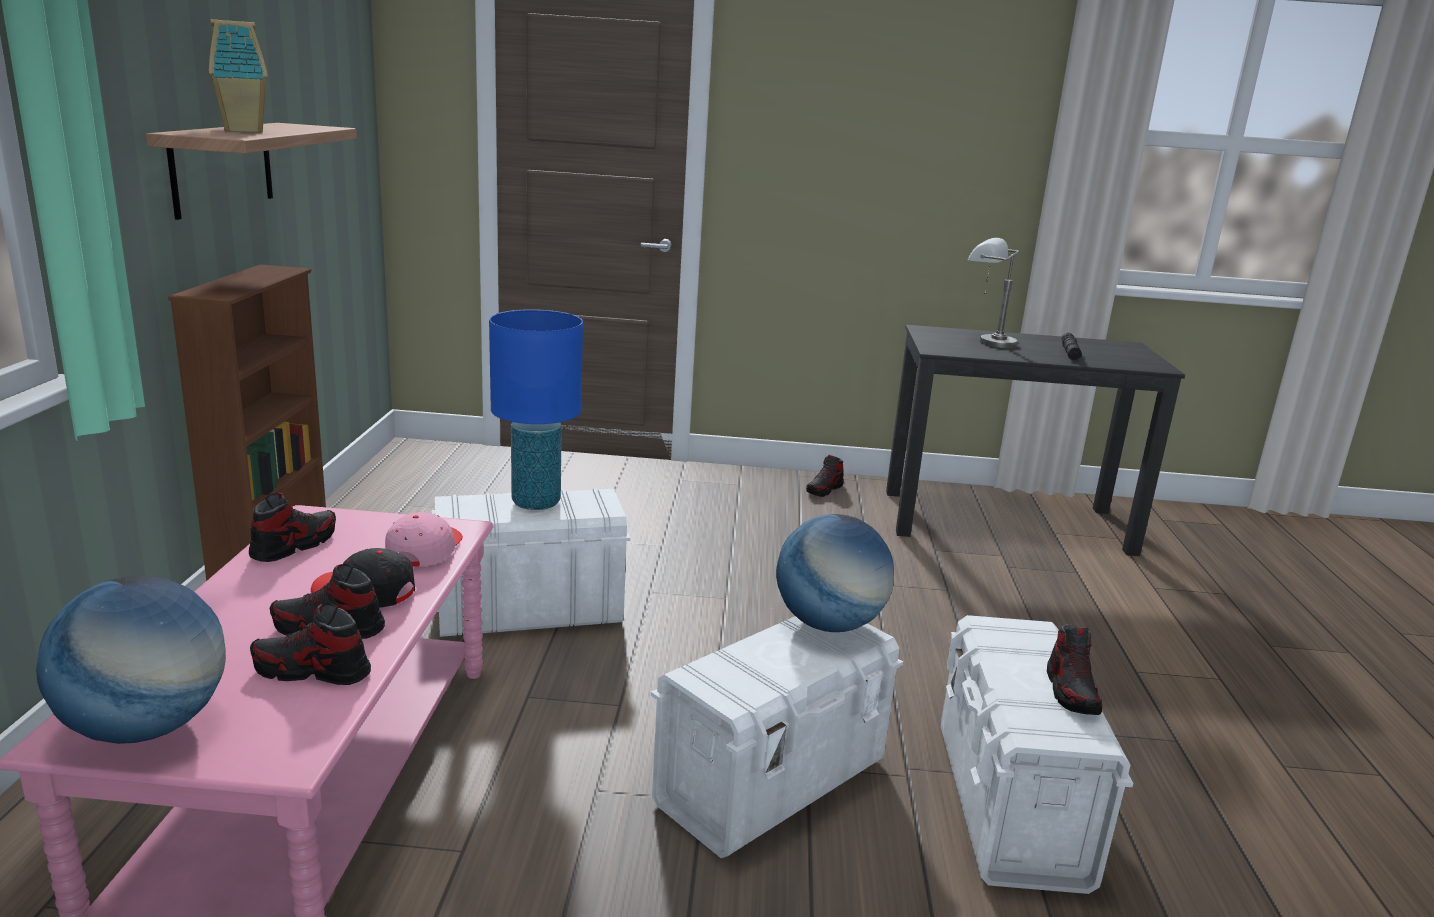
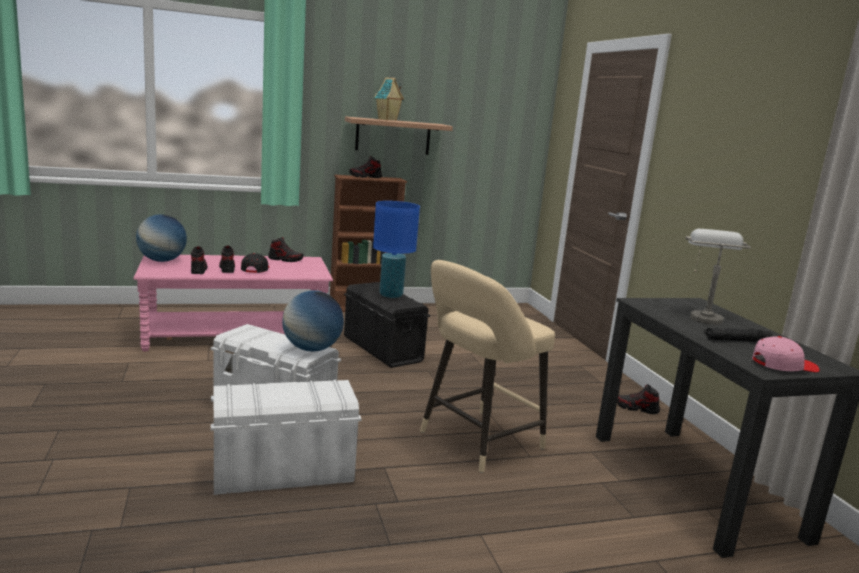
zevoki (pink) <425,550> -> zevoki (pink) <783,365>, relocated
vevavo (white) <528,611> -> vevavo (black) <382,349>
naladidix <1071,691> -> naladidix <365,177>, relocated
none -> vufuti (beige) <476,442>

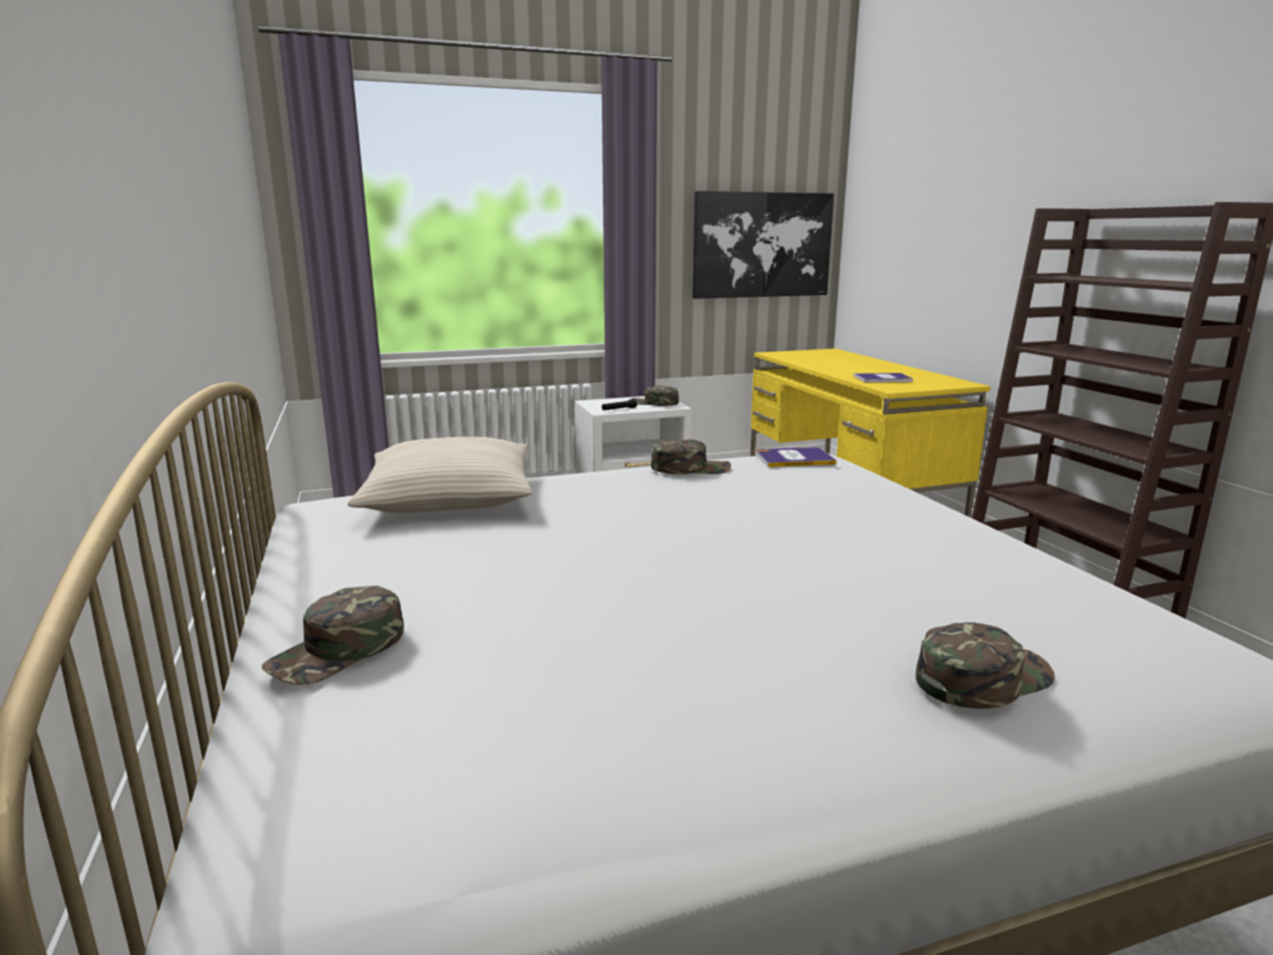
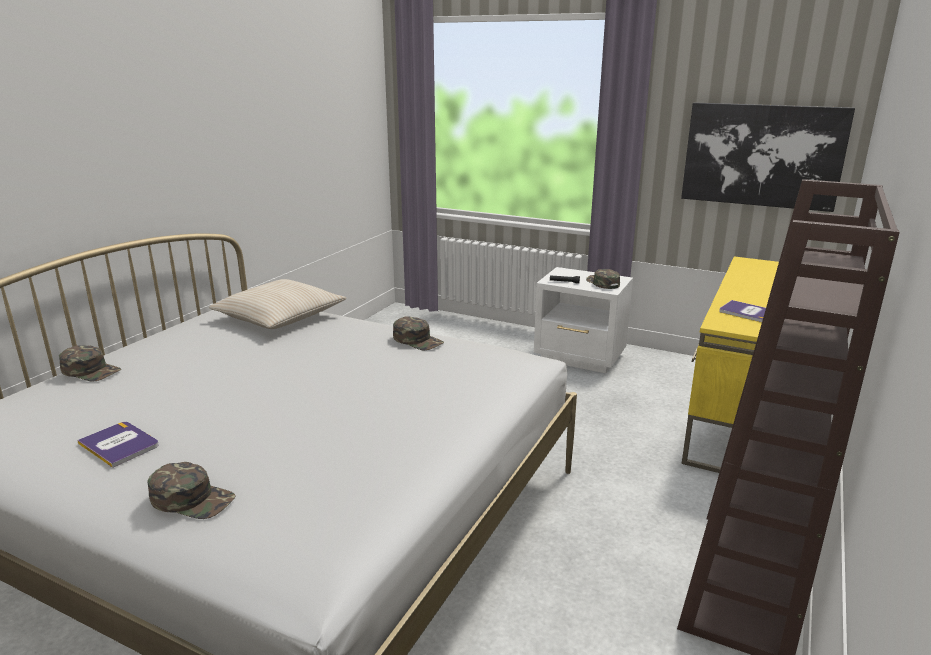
zevoki (green) <338,650> -> zevoki (green) <91,370>, 150 degrees counterclockwise
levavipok <794,459> -> levavipok <119,444>, relocated

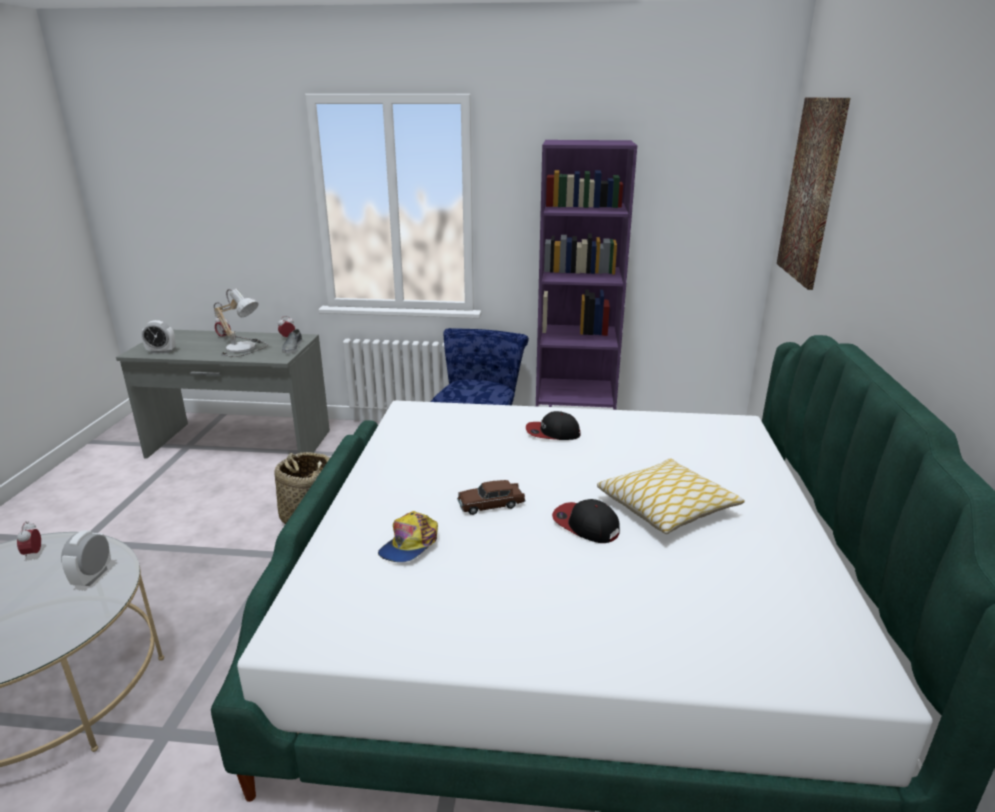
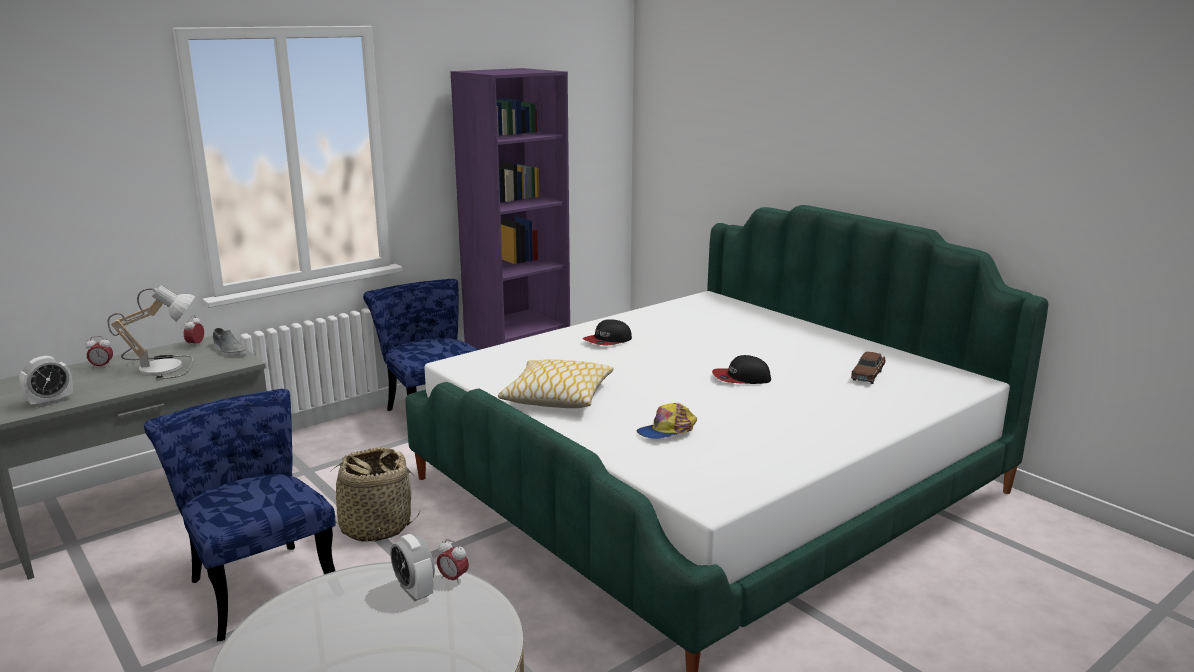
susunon <33,554> -> susunon <453,579>, relocated
zevoki <409,545> -> zevoki <667,431>, 75 degrees clockwise
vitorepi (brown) <491,505> -> vitorepi (brown) <867,375>, relocated
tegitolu <666,507> -> tegitolu <557,397>, relocated
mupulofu <812,191> -> none
none -> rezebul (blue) <259,582>

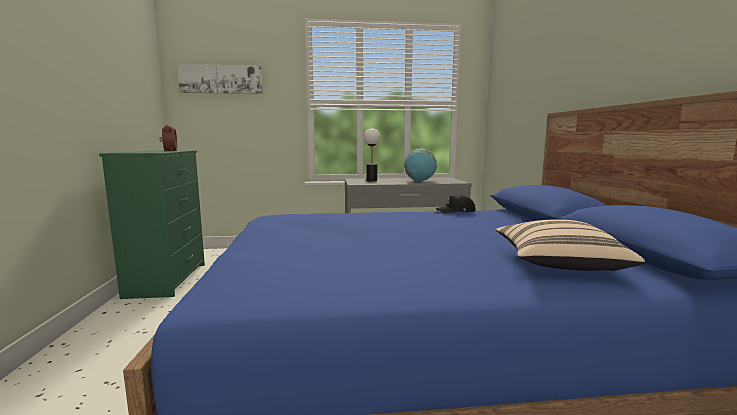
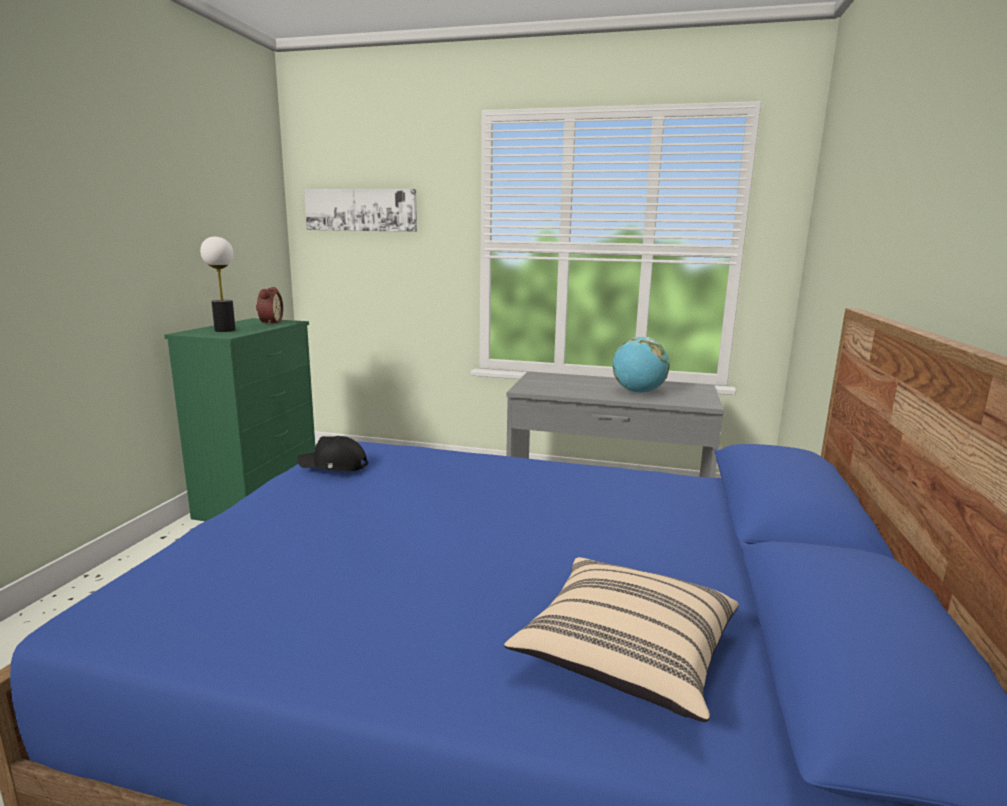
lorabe <371,180> -> lorabe <225,330>, relocated
zevoki (black) <456,211> -> zevoki (black) <333,465>, relocated

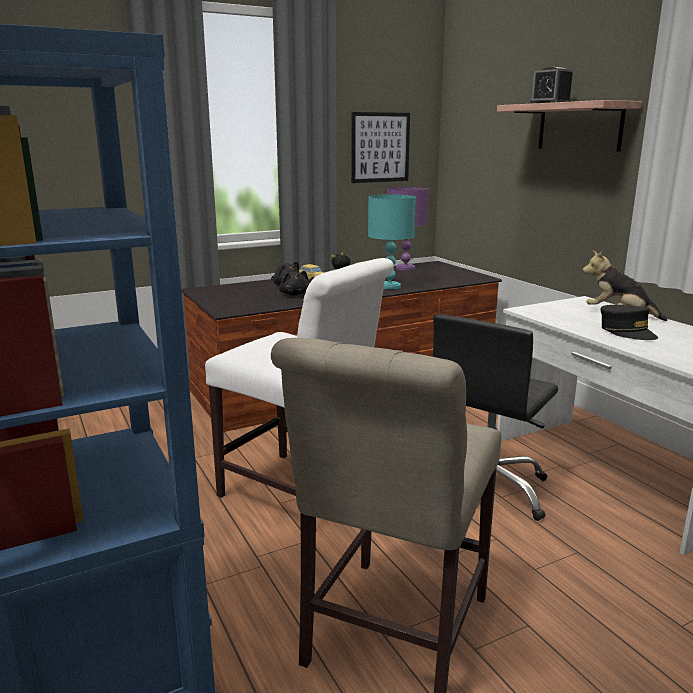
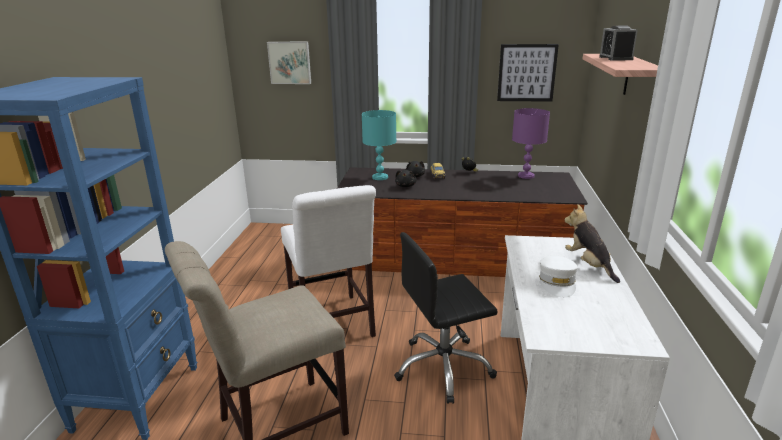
lorabe (turquoise) <389,286> -> lorabe (turquoise) <380,177>, relocated
zevoki (black) <627,332> -> zevoki (white) <557,283>
none -> mupulofu <290,62>

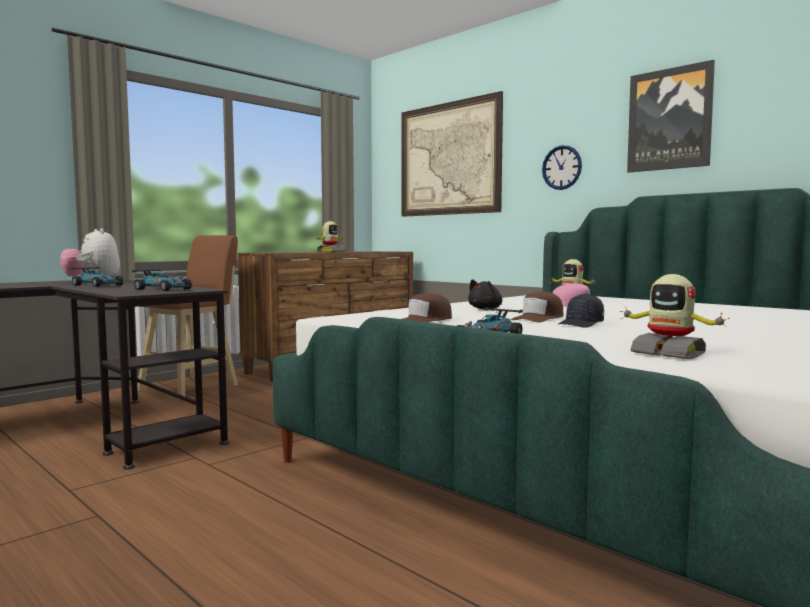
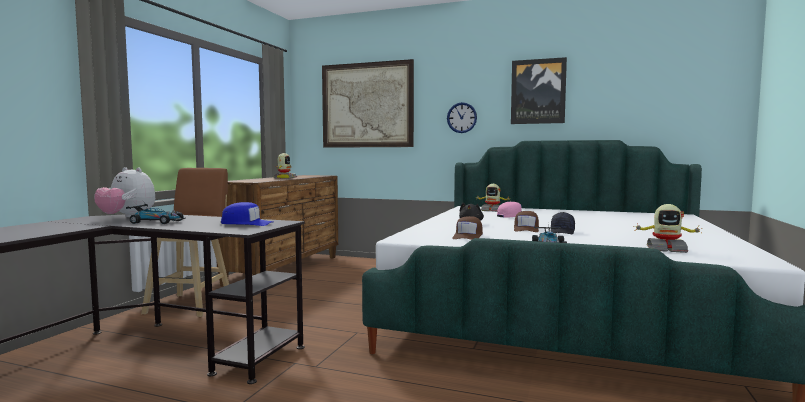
vitorepi <163,289> -> zevoki (blue) <247,223>

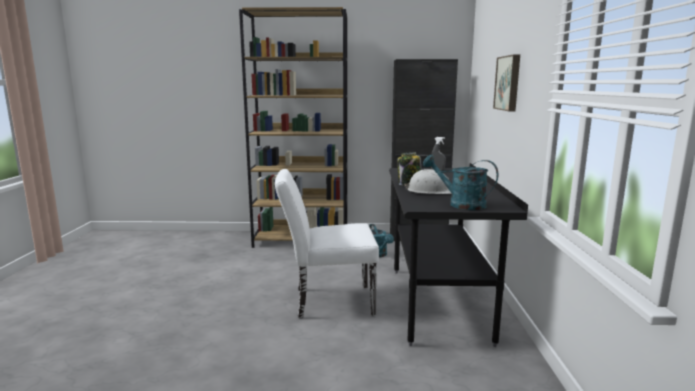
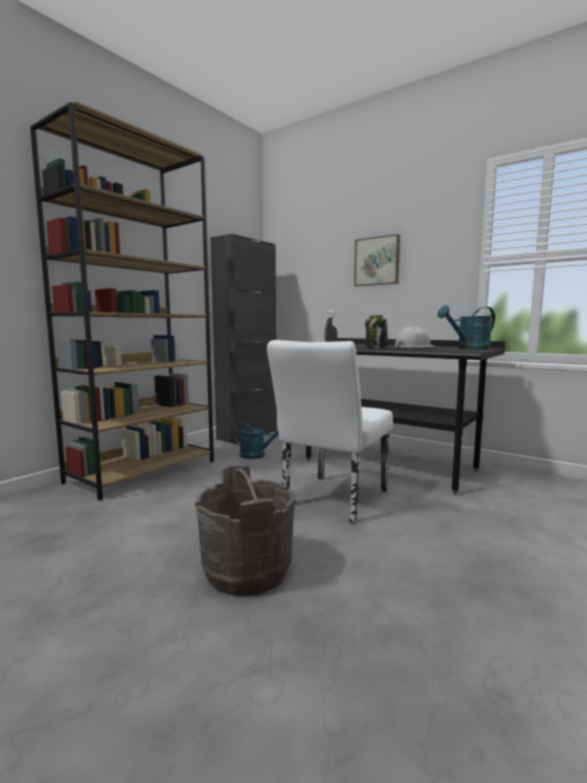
none -> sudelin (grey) <246,571>

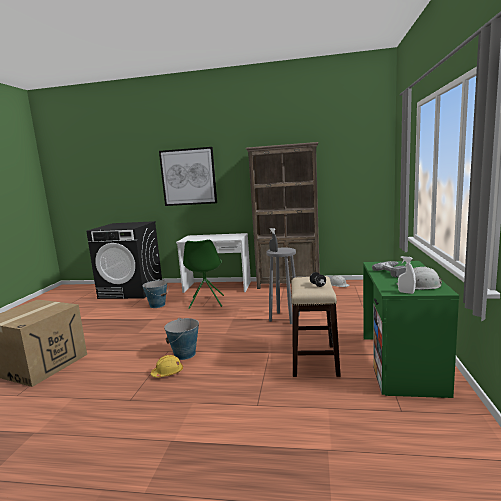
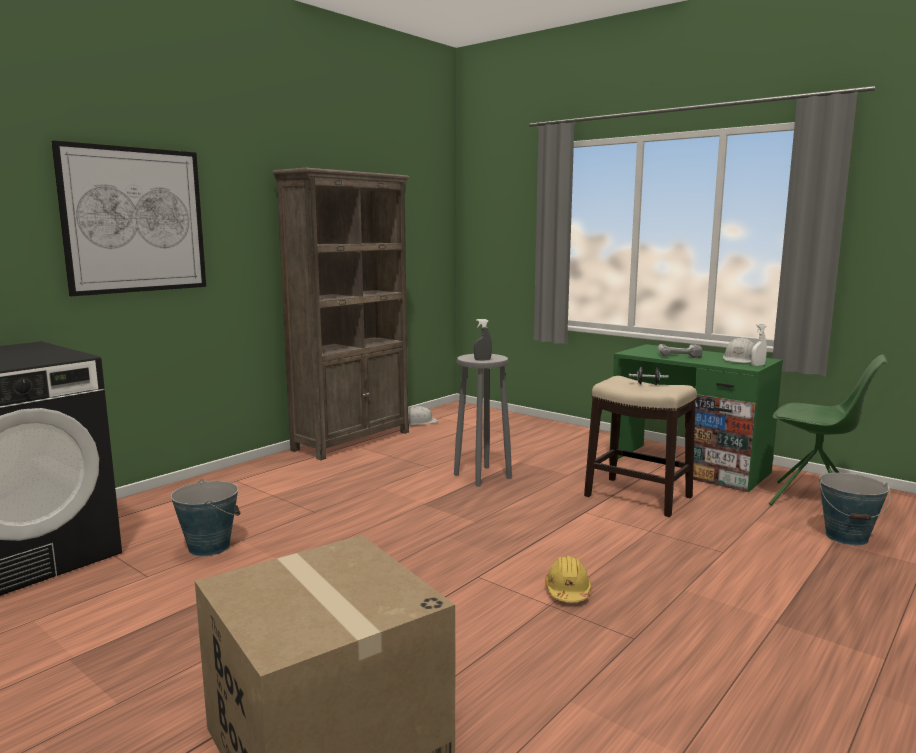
sudelin <185,354> -> sudelin <847,537>, relocated
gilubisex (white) <217,287> -> none
rezebul (green) <206,302> -> rezebul (green) <815,500>, relocated

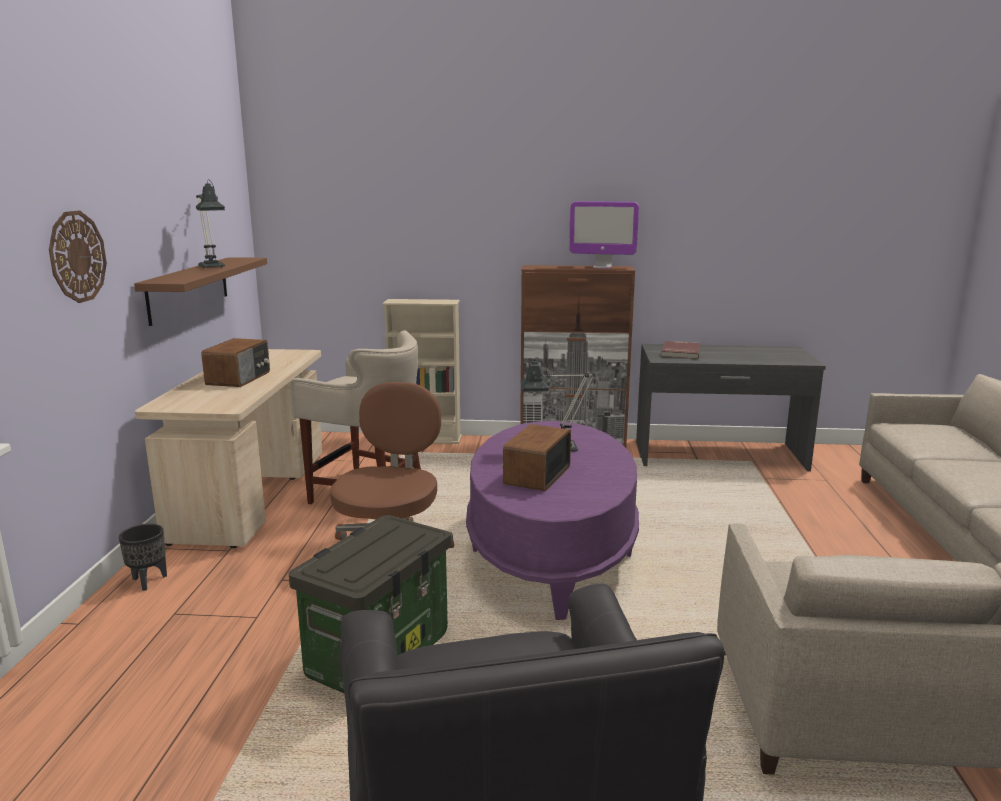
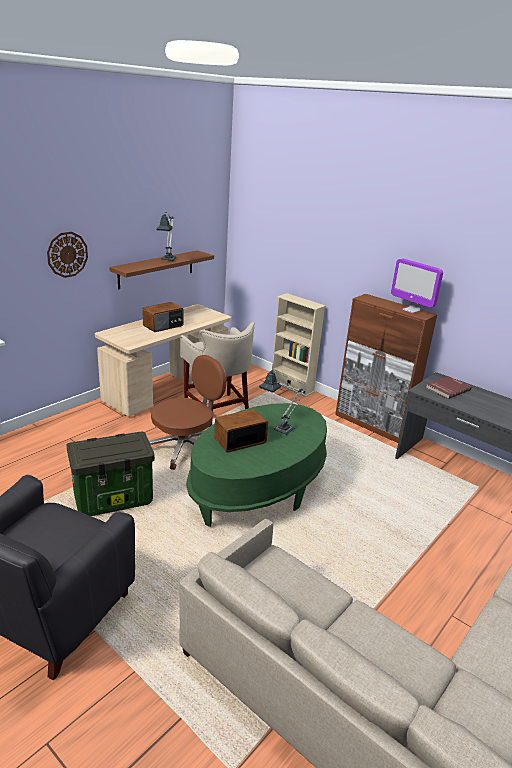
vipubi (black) <149,581> -> none
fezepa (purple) <551,552> -> fezepa (green) <258,487>

